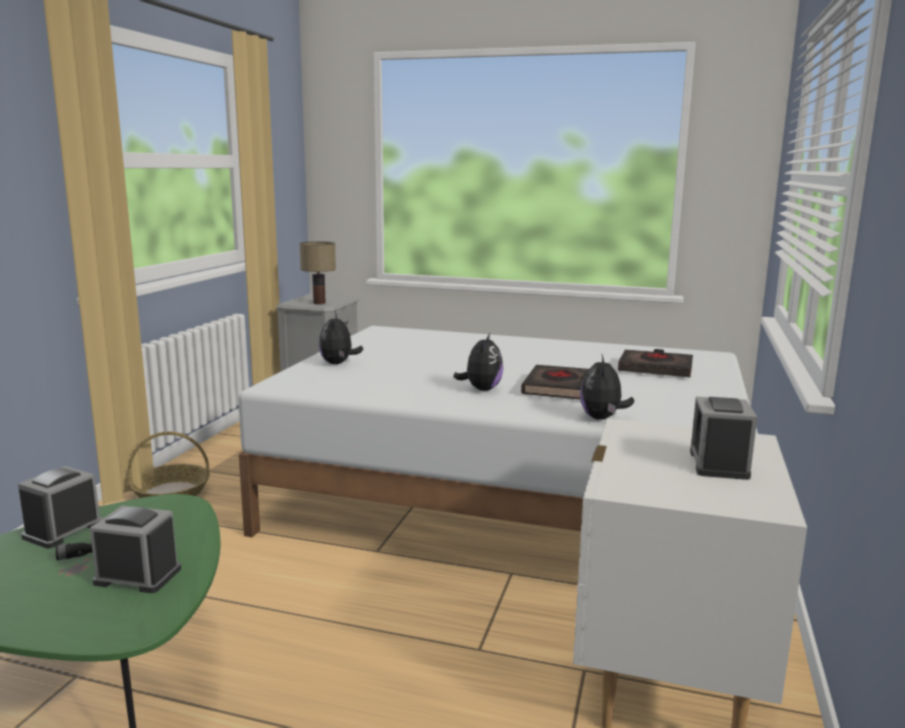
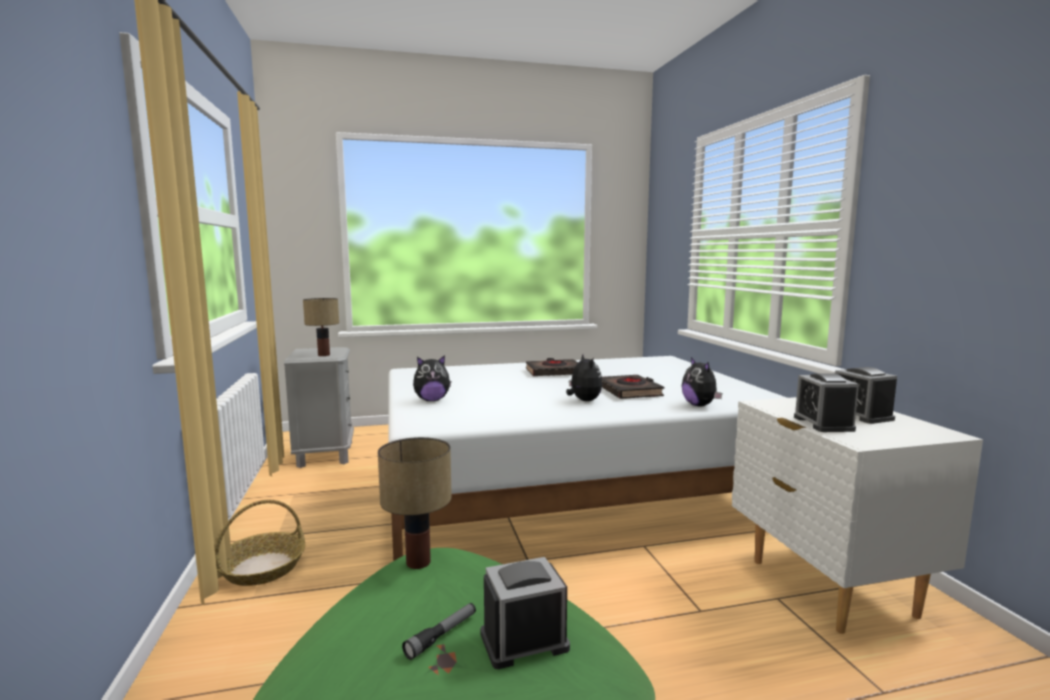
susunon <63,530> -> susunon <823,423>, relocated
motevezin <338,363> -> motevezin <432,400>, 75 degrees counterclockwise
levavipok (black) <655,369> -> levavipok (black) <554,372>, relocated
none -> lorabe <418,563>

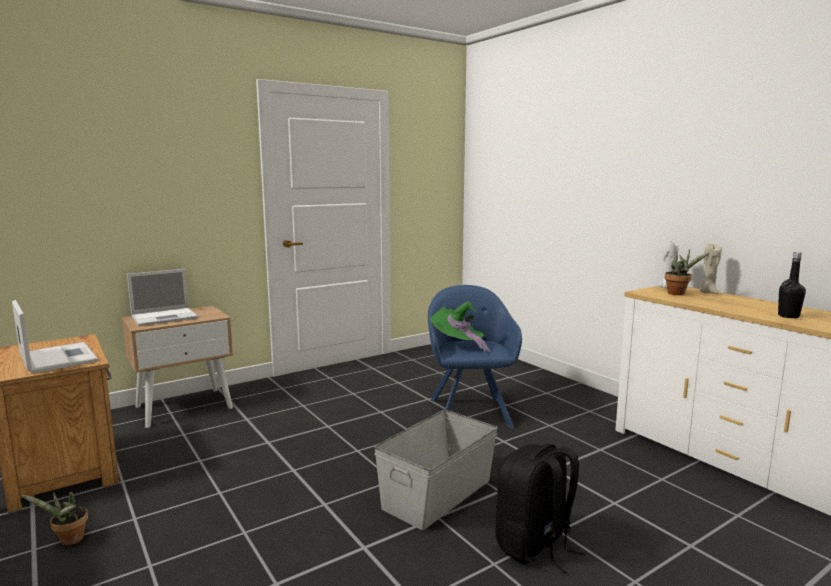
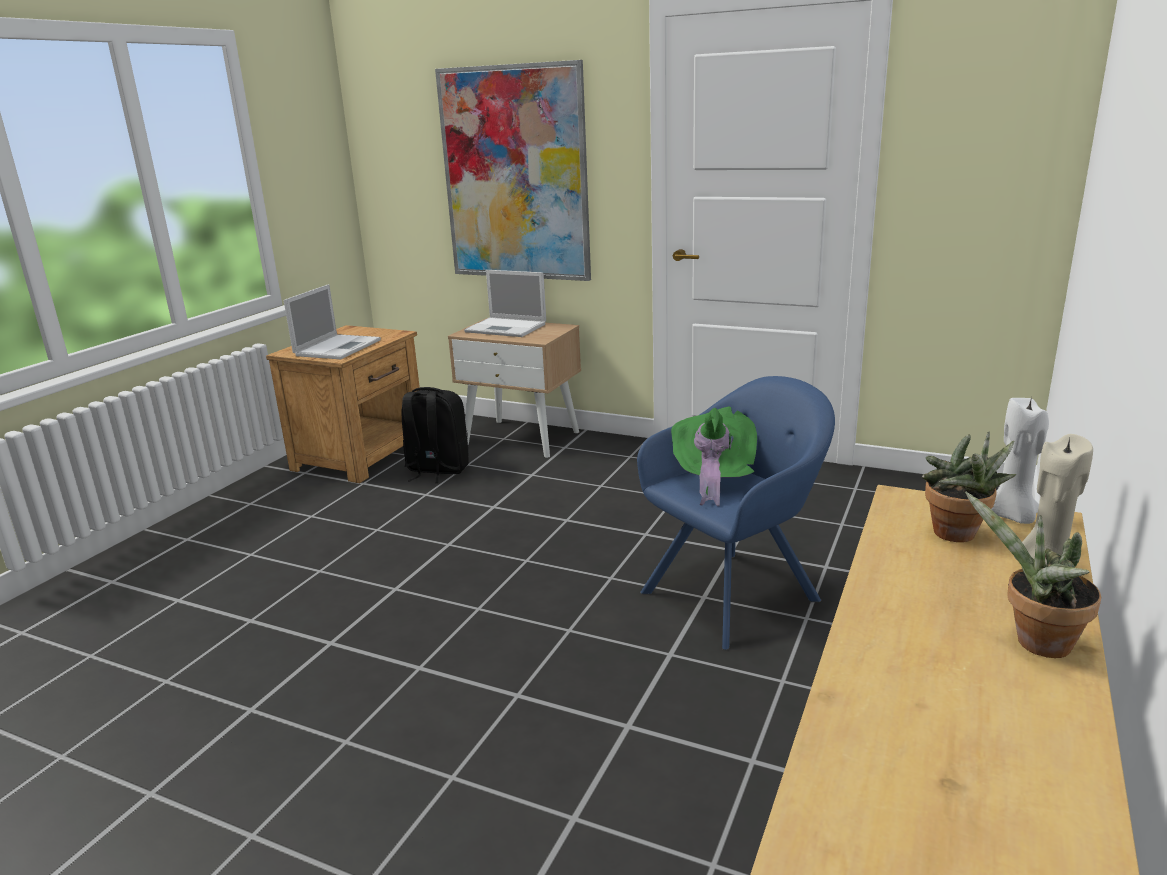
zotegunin <68,541> -> zotegunin <1035,643>, relocated
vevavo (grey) <436,494> -> none
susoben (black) <535,546> -> susoben (black) <436,470>, relocated
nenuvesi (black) <788,316> -> none
none -> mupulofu <515,175>

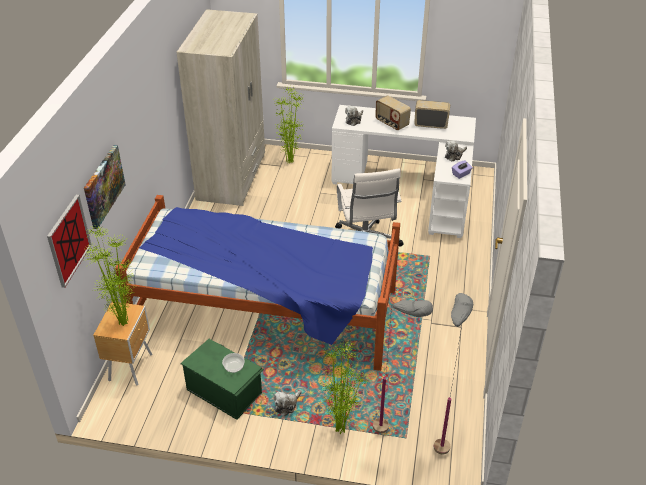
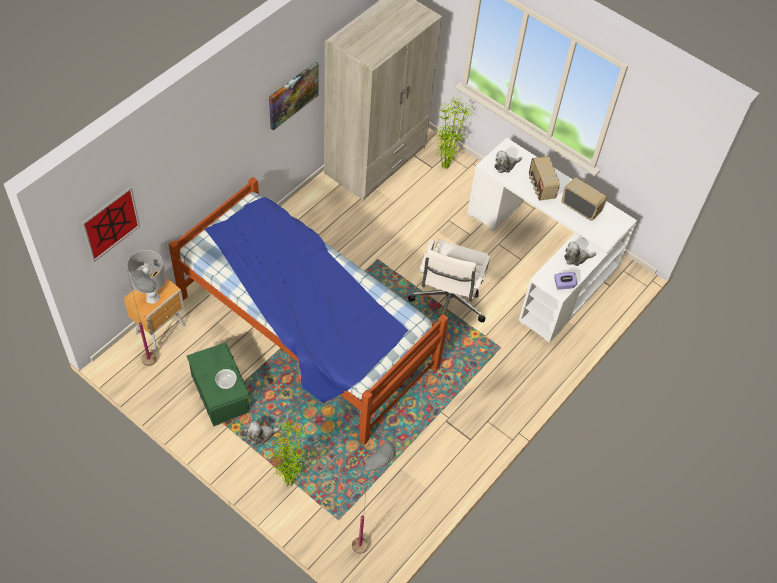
mupulofu <103,186> -> mupulofu <293,95>, relocated
zotegunin <122,322> -> lorabe (grey) <152,297>
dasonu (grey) <394,431> -> dasonu (grey) <159,369>, relocated

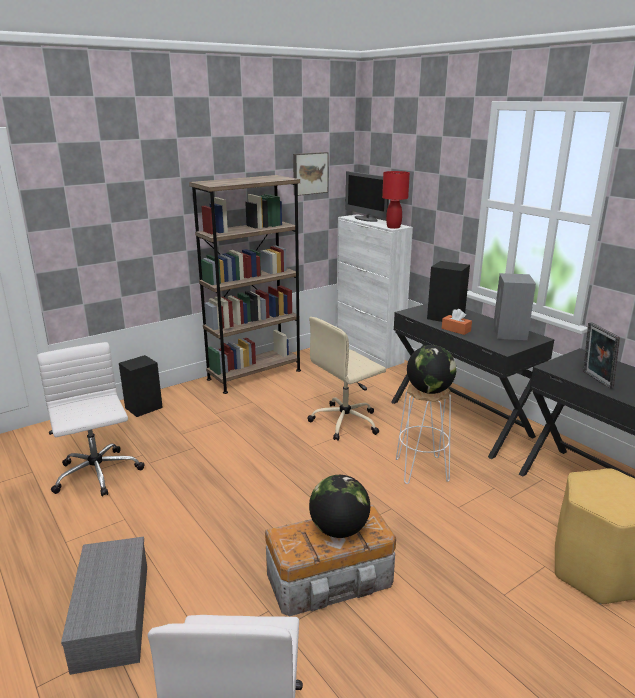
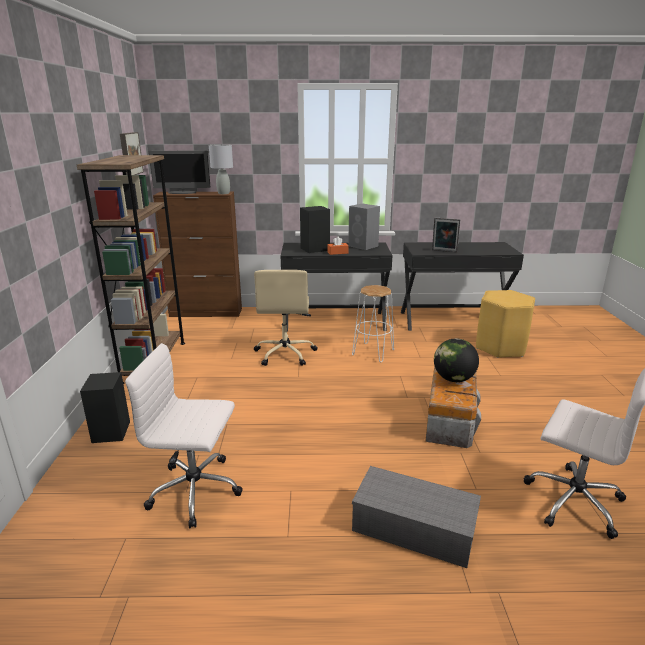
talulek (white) <369,353> -> talulek (brown) <206,312>
lorabe (red) <394,227> -> lorabe (grey) <224,193>
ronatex <429,391> -> none

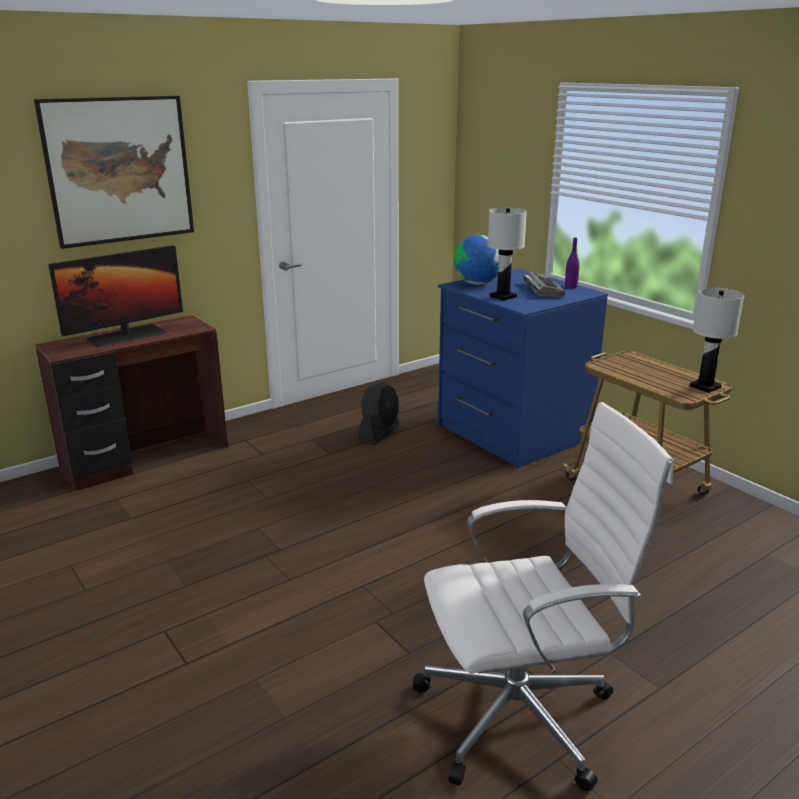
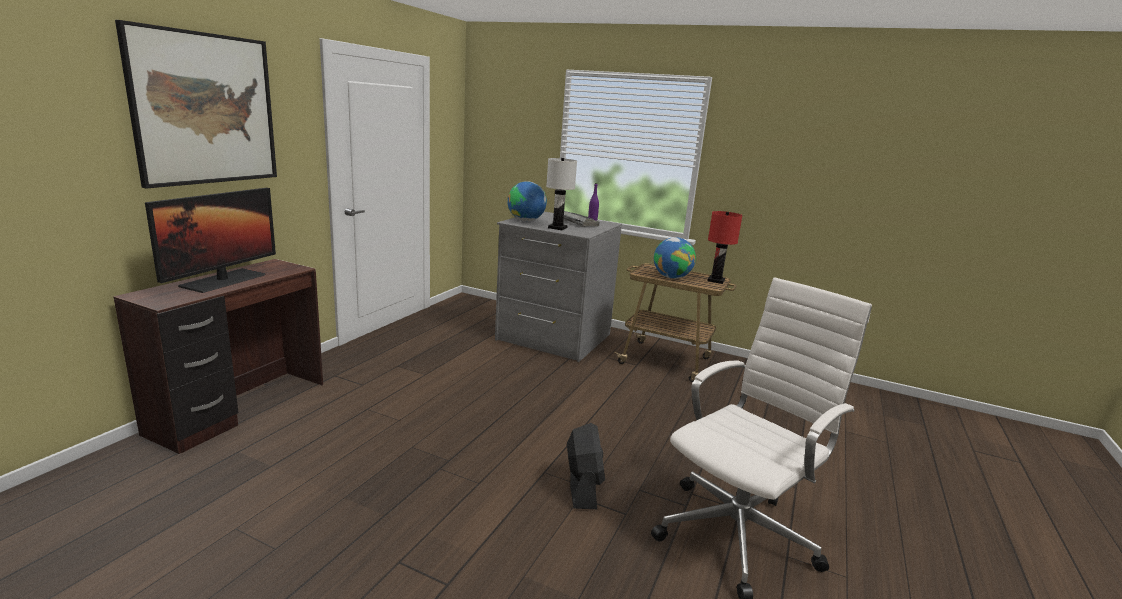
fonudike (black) <379,433> -> fonudike (black) <583,487>, relocated
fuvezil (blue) <511,433> -> fuvezil (grey) <553,338>
lorabe (white) <705,387> -> lorabe (red) <716,280>
none -> ronatex <671,277>

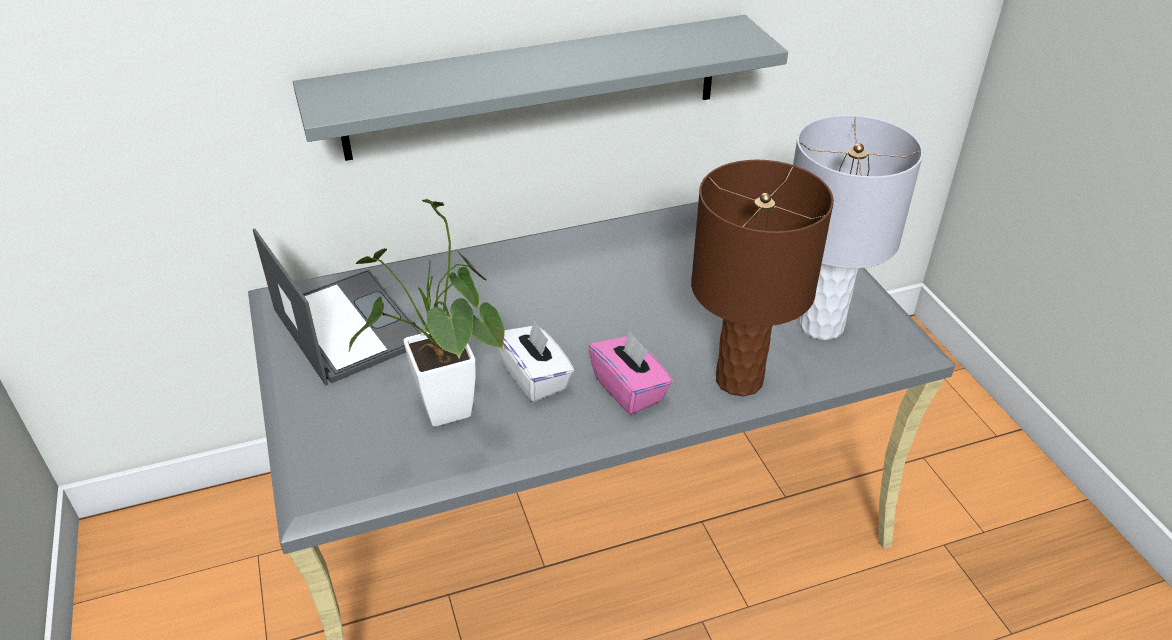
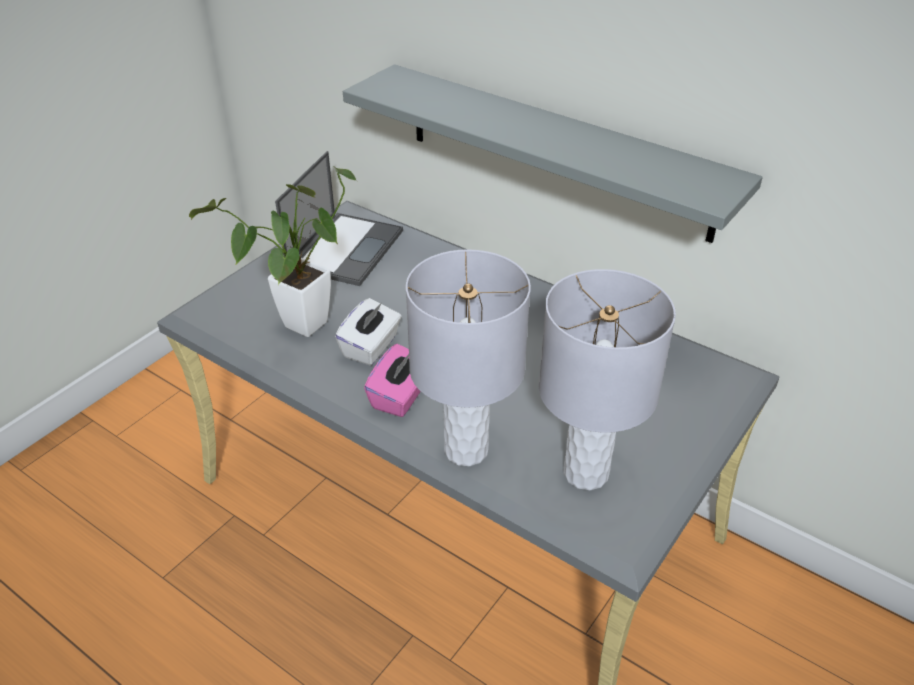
lorabe (brown) <739,380> -> lorabe (grey) <465,450>

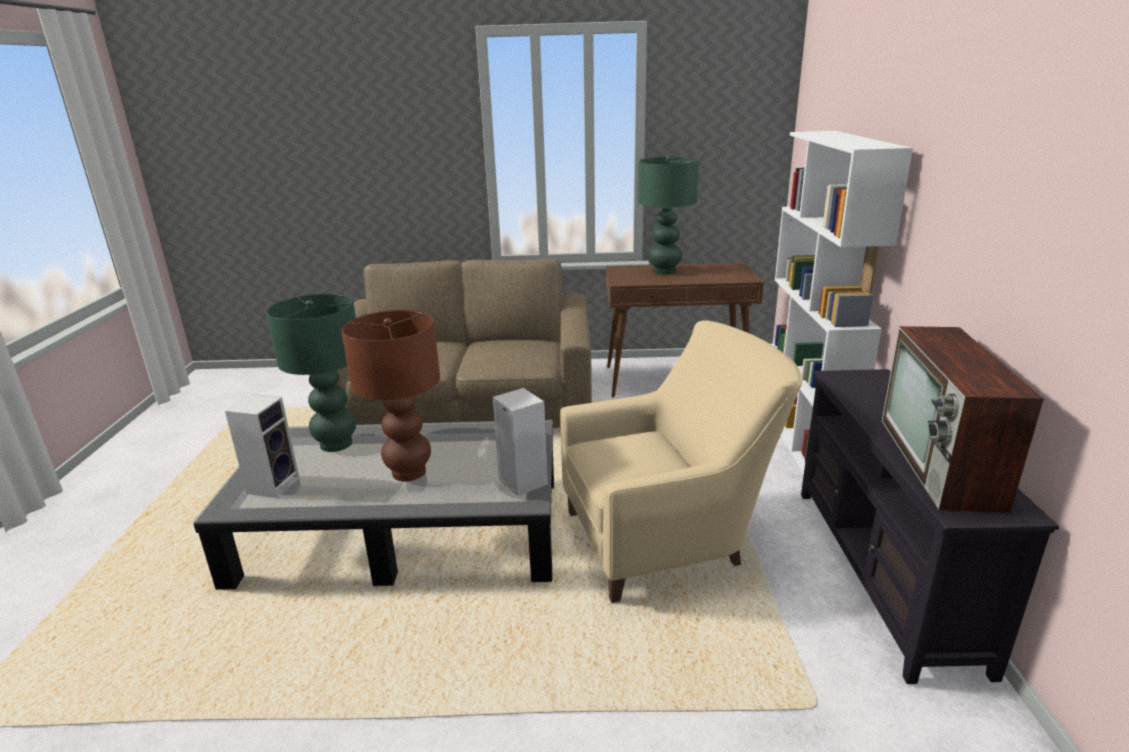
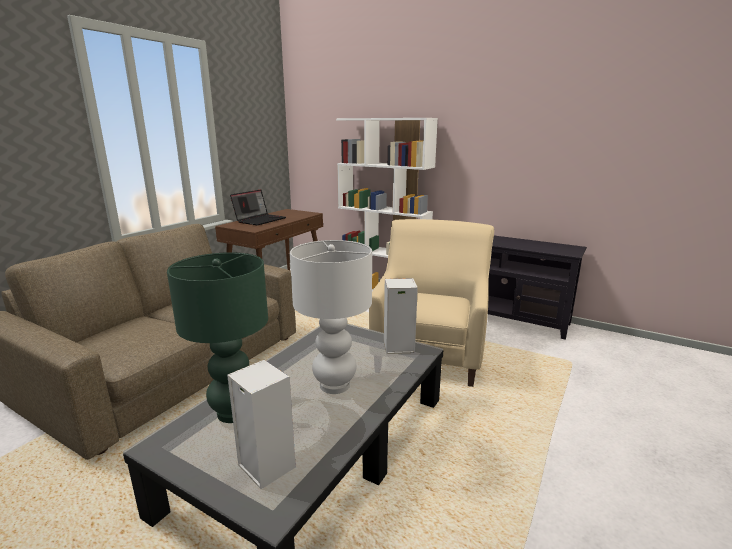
lorabe (brown) <409,472> -> lorabe (white) <335,385>
lorabe (green) <665,271> -> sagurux <260,220>
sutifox <941,463> -> none

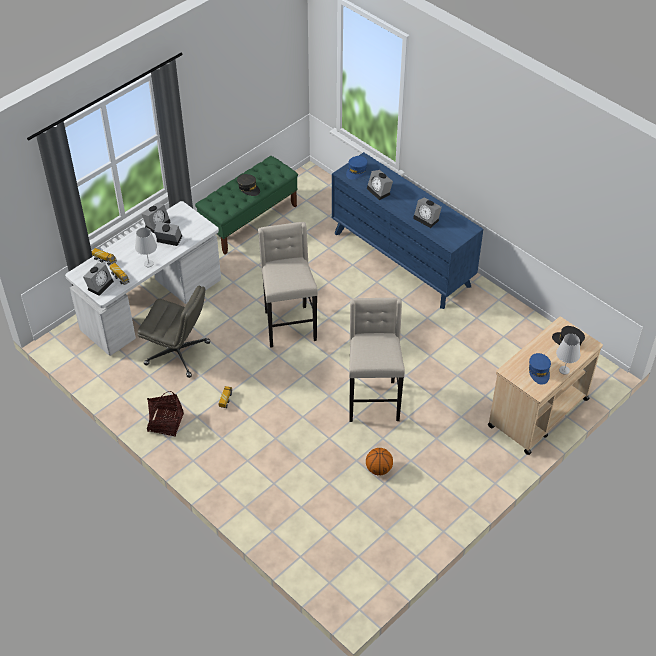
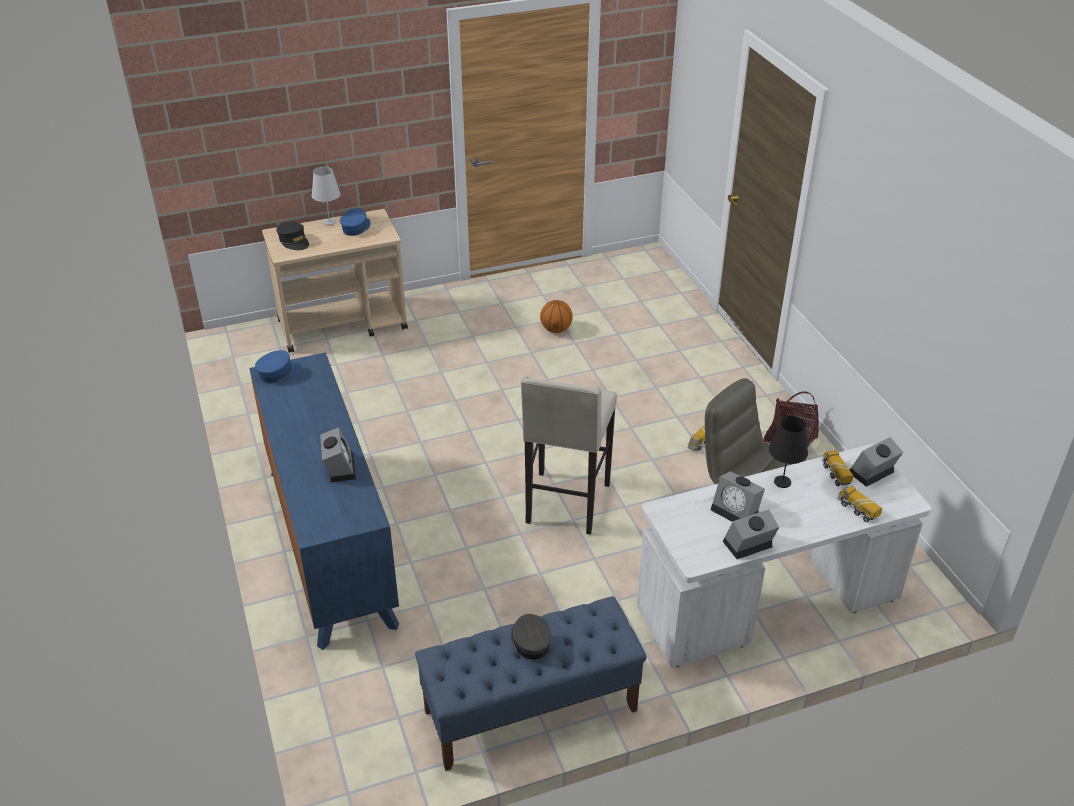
lorabe (white) <148,263> -> lorabe (black) <782,482>
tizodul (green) <249,220> -> tizodul (blue) <530,711>
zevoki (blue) <356,171> -> zevoki (blue) <279,373>, relocated
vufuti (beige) <373,400> -> none
susunon <427,219> -> none

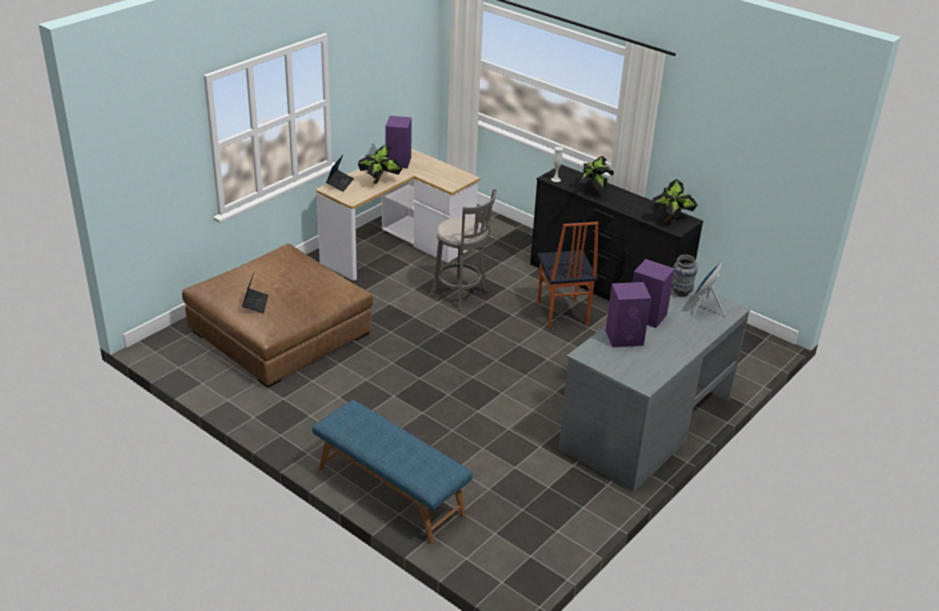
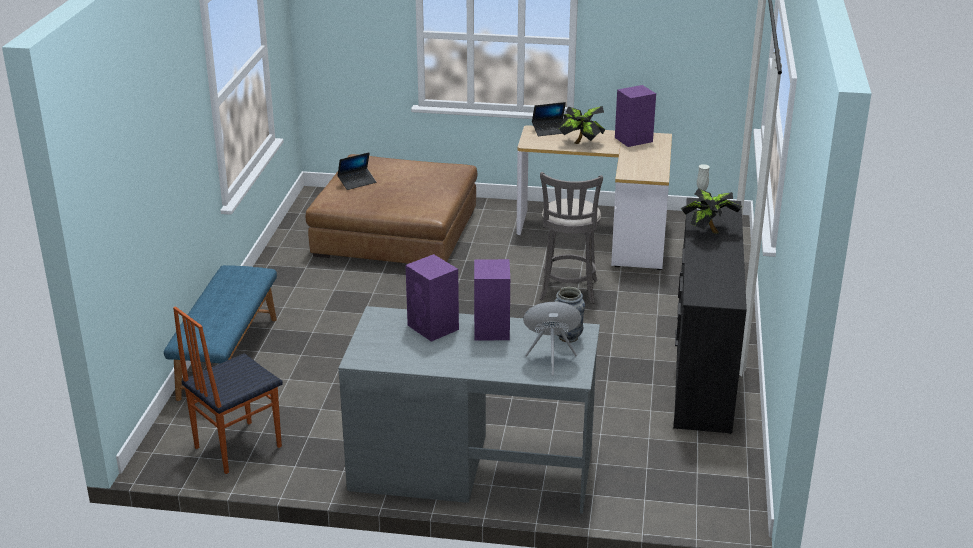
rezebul <561,314> -> rezebul <236,447>, relocated
zotegunin <671,220> -> none

